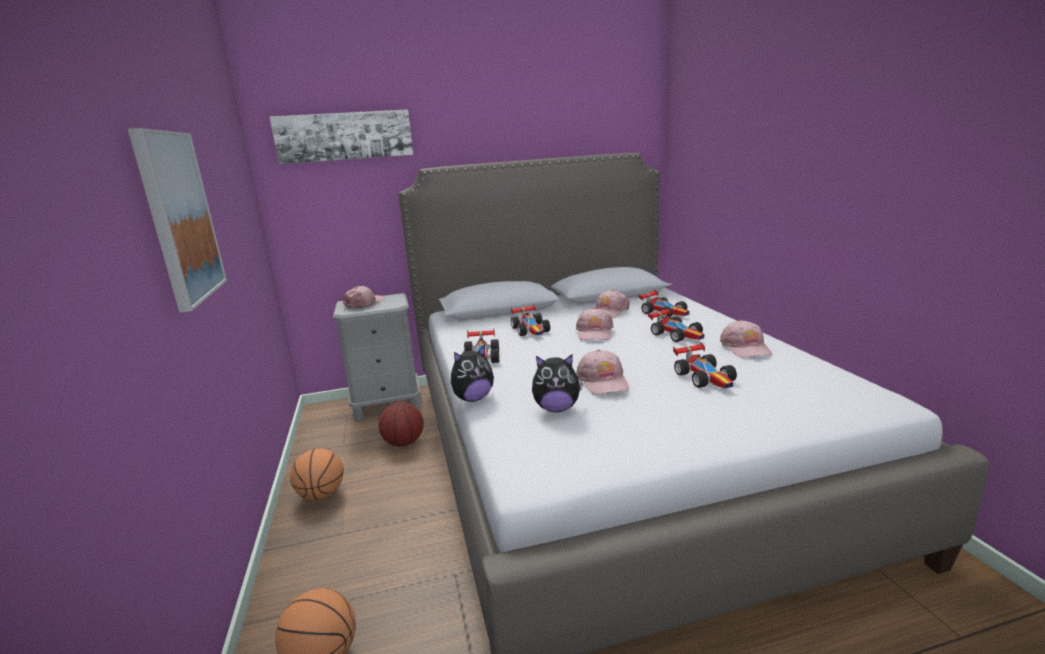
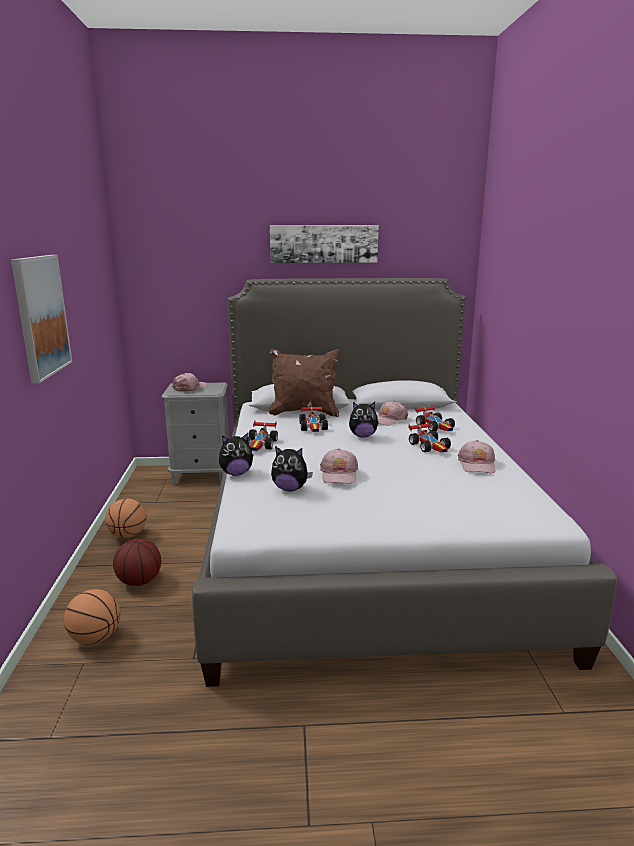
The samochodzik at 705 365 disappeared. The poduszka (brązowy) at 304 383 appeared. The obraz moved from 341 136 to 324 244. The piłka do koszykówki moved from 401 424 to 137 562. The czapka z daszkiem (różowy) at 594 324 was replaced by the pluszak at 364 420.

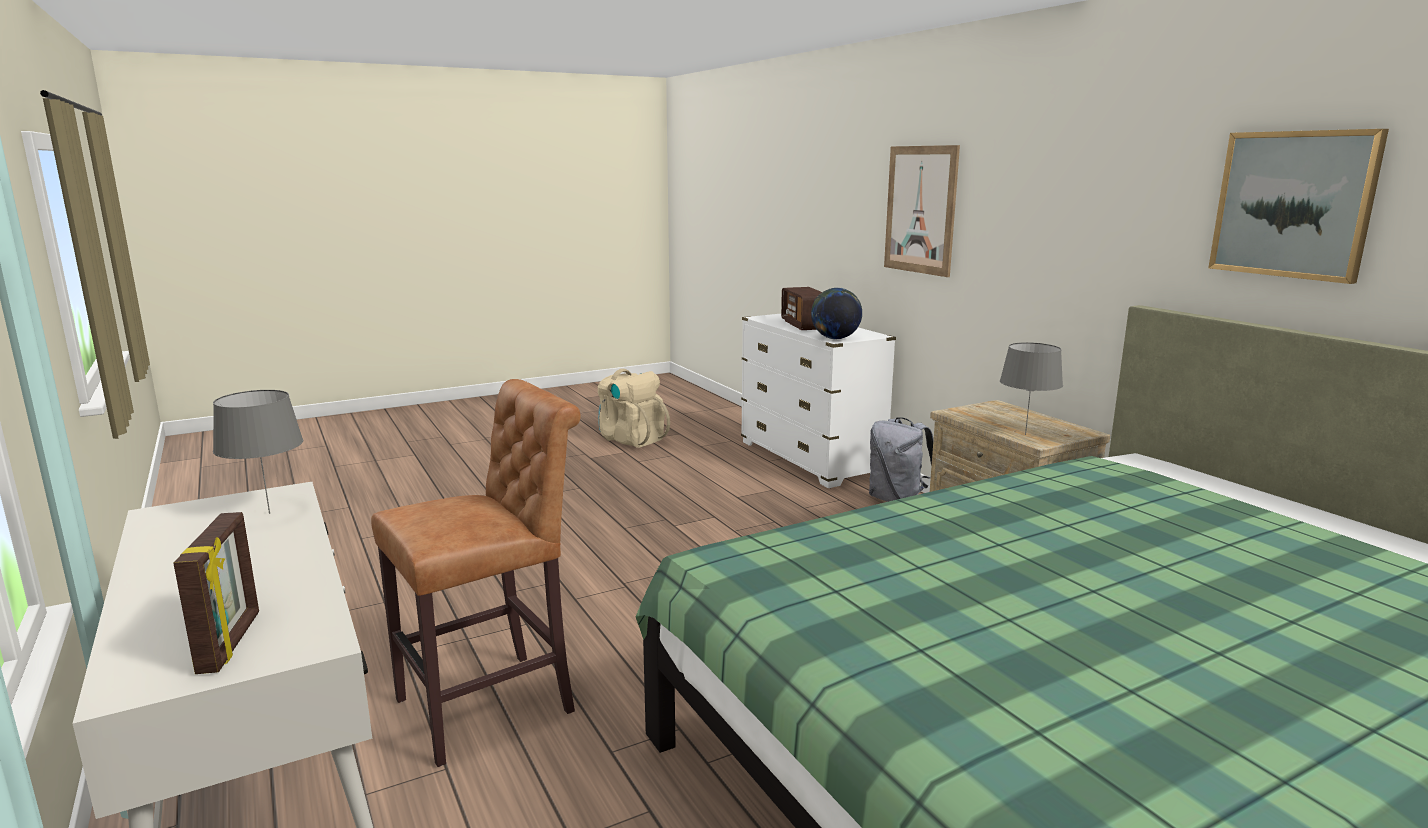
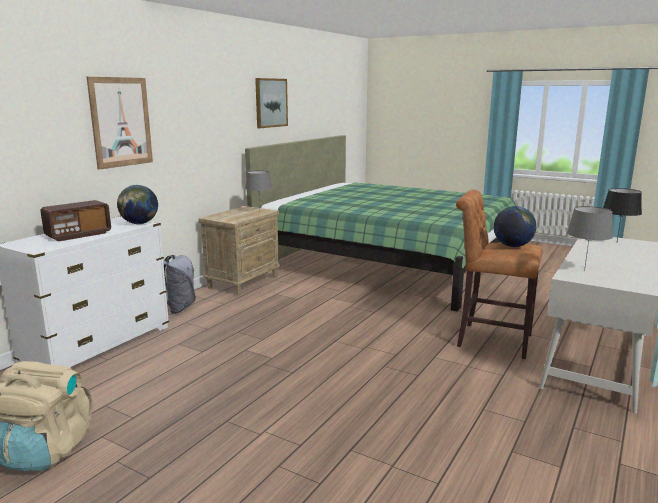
The globus at 515 226 appeared. The ramka na zdjęcie at 216 593 was replaced by the lampa stołowa (czarny) at 622 214.

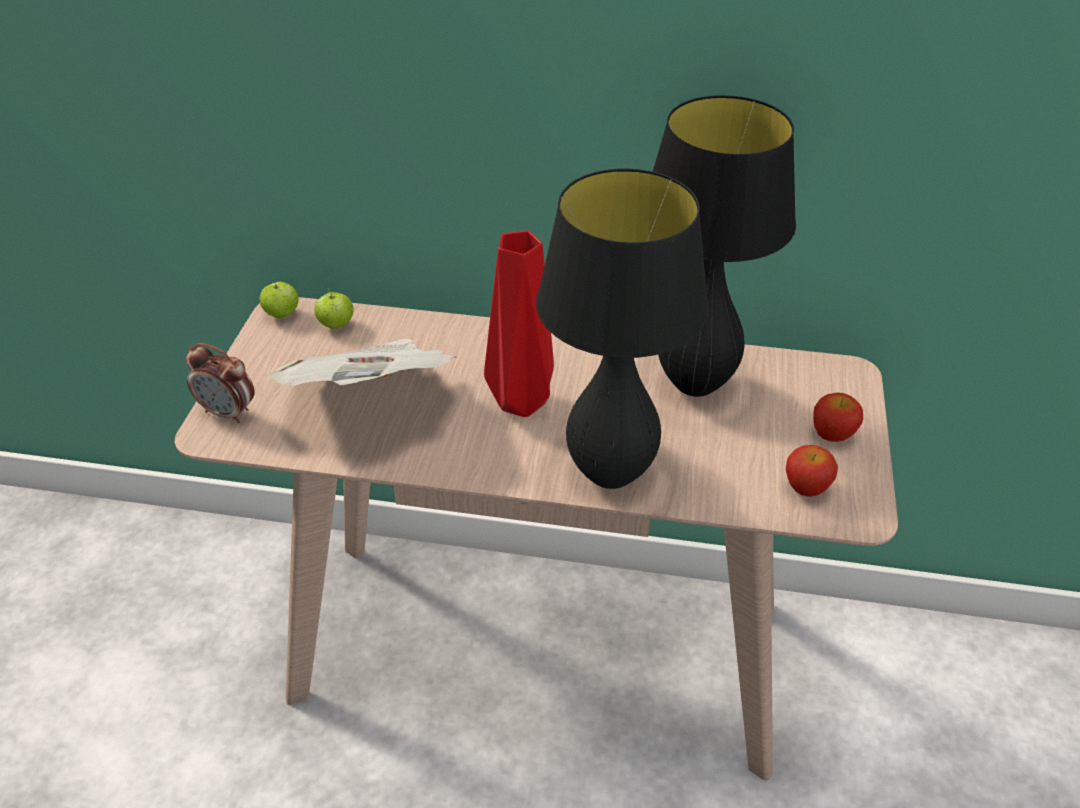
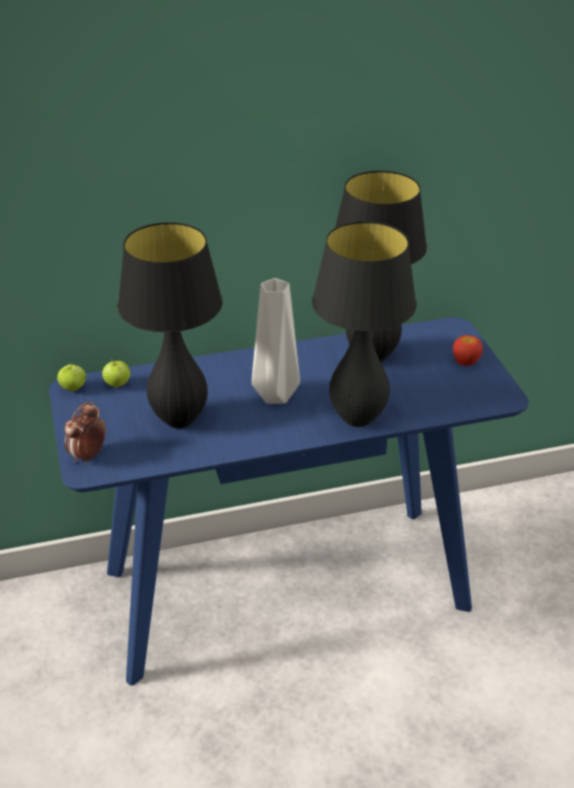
The jabłko at 812 471 disappeared. The gazeta at 363 362 was replaced by the lampa stołowa (czarny) at 170 325. The stolik konsolowy (beżowy) at 536 539 became the stolik konsolowy (niebieski) at 289 501. The wazon (czerwony) at 519 324 became the wazon (szary) at 276 341. The budzik at 220 383 turned 120 degrees clockwise.

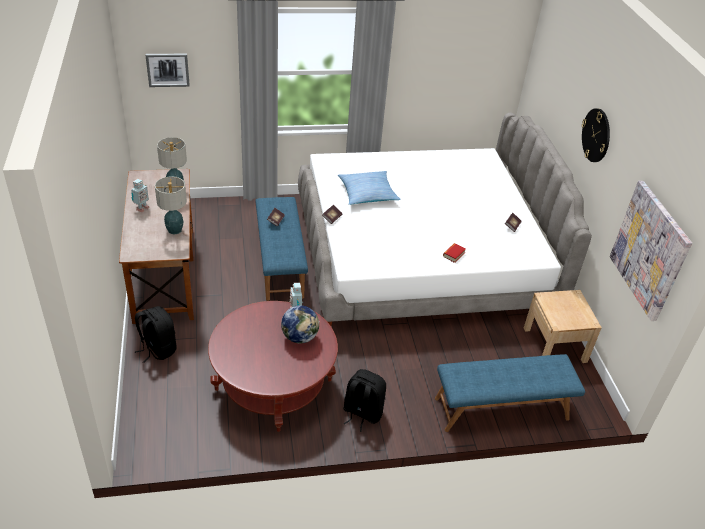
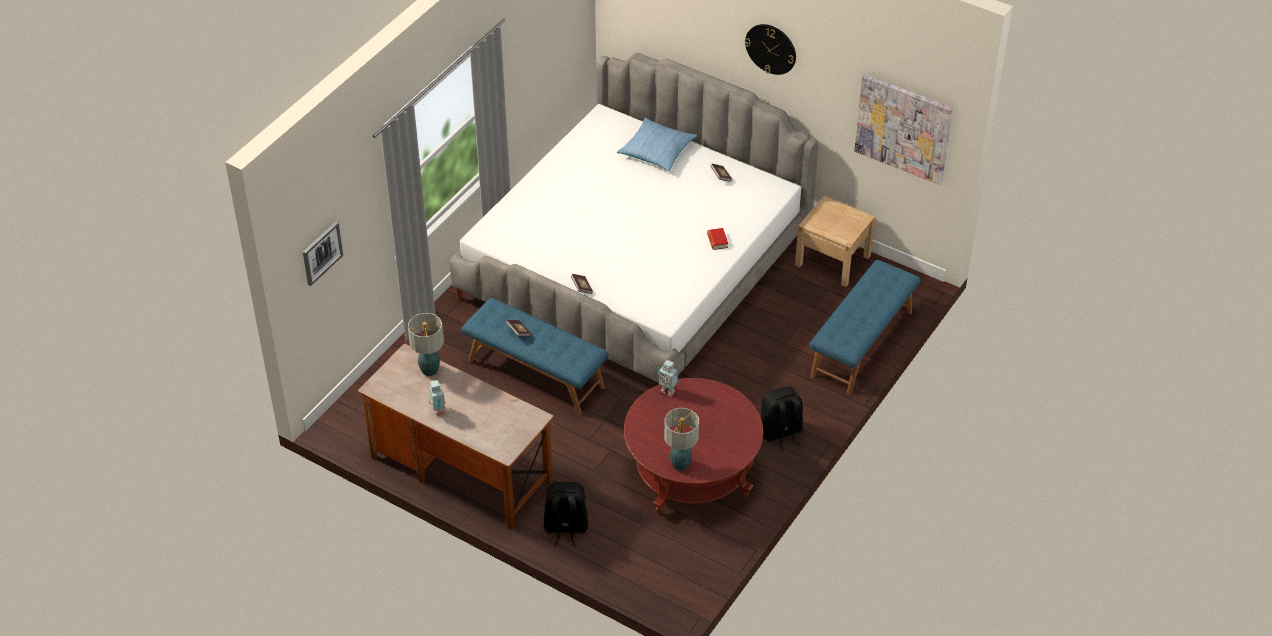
The globus at 300 324 disappeared. The lampa stołowa moved from 171 205 to 681 439. The poduszka moved from 369 188 to 657 144.

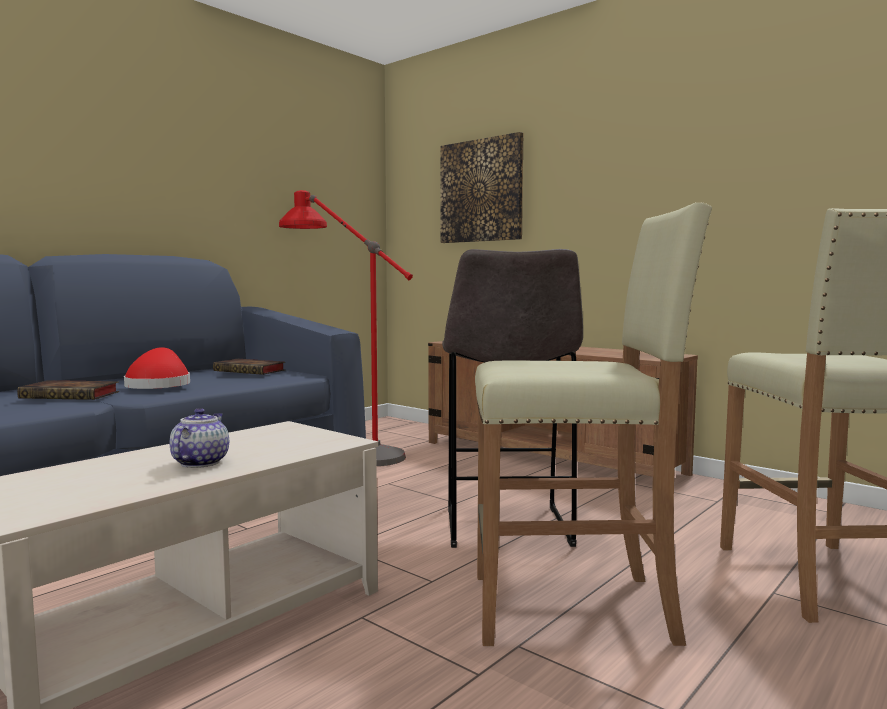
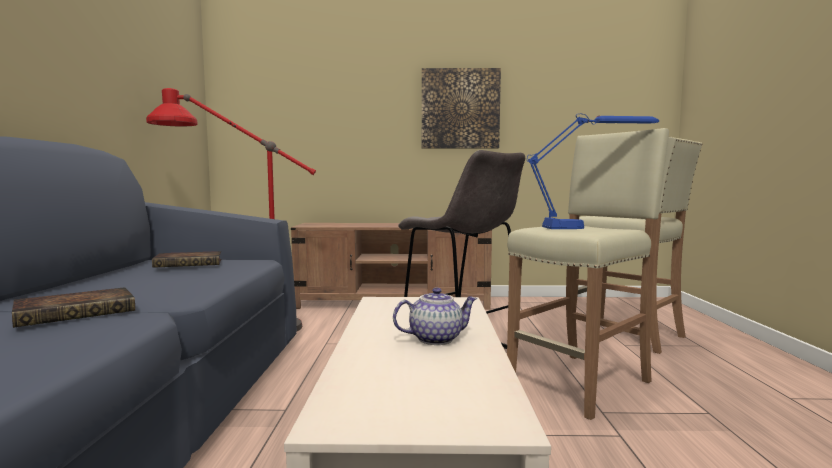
The kapelusz (czerwony) at 157 368 disappeared. The lampa stołowa (niebieski) at 593 171 appeared. The obraz moved from 481 187 to 461 108. The imbryk at 199 438 turned 105 degrees clockwise.

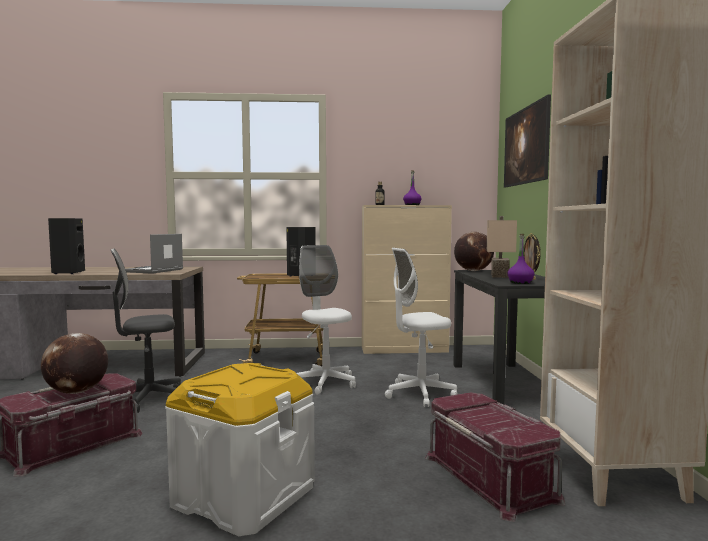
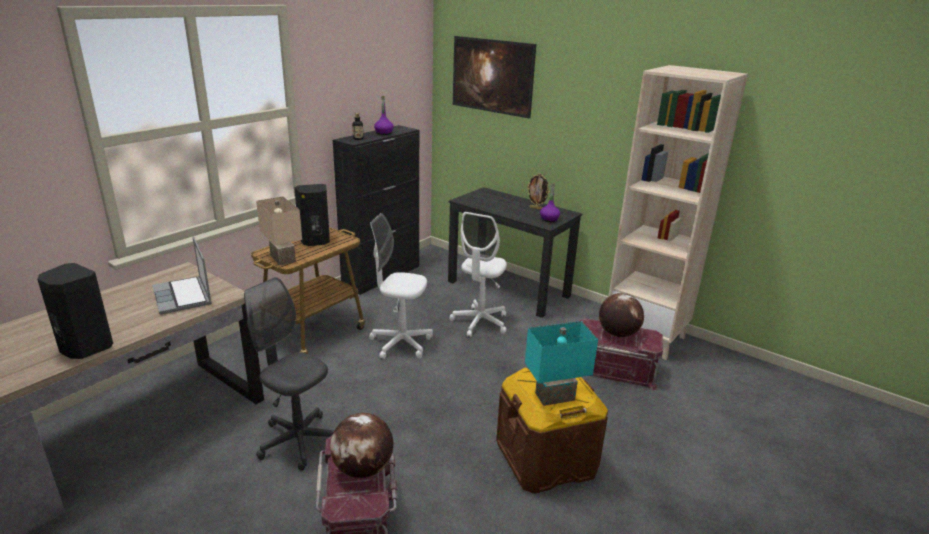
The lampa stołowa (turkusowy) at 561 363 appeared. The globus moved from 474 251 to 621 315. The lampa stołowa (beżowy) moved from 502 247 to 279 230. The pojemnik do przechowywania (biały) at 240 449 became the pojemnik do przechowywania (brązowy) at 552 431. The szafka (beżowy) at 407 279 became the szafka (czarny) at 376 210. The krzesło biurowe (szary) at 146 330 turned 105 degrees clockwise.

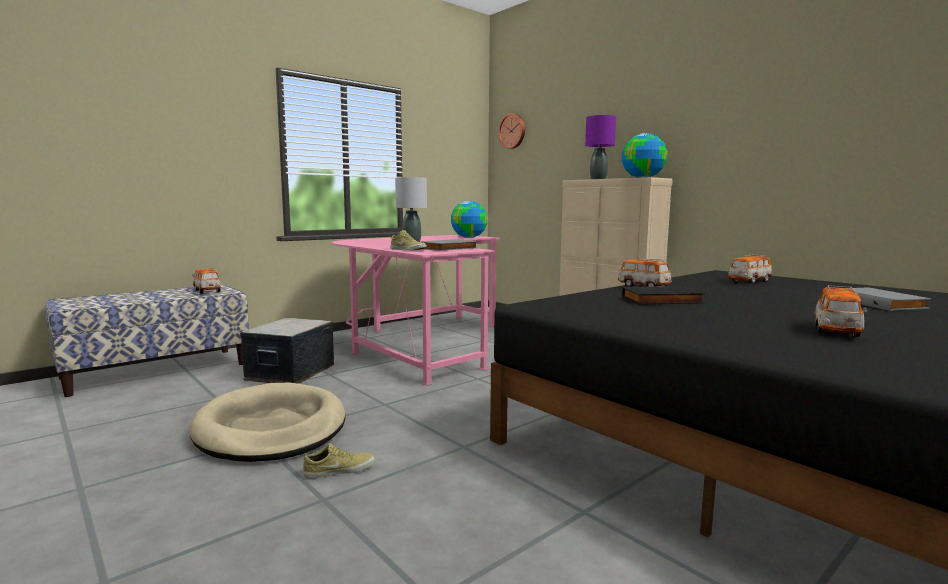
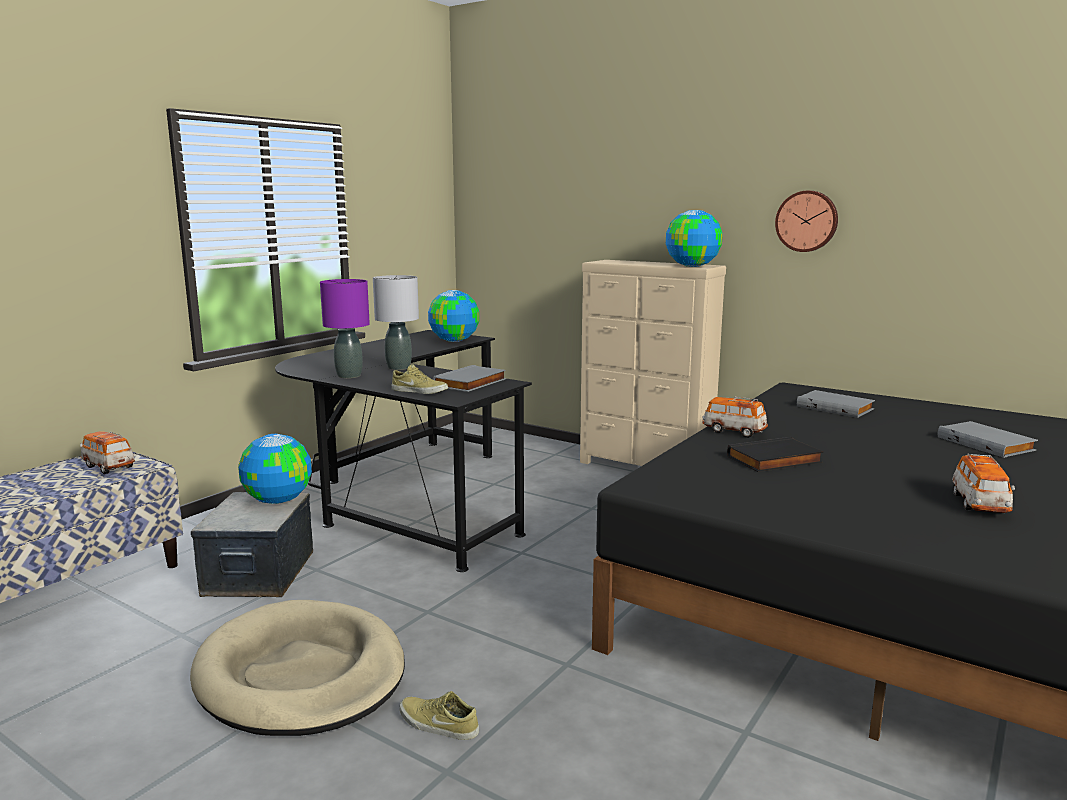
The globus at 275 469 appeared. The zegar ścienny moved from 511 131 to 806 221. The lampa stołowa (fioletowy) moved from 600 147 to 345 328. The samochodzik at 750 269 was replaced by the książka (szary) at 836 404. The biurko (różowy) at 416 310 became the biurko (czarny) at 403 451. The but (beżowy) at 339 461 turned 120 degrees counterclockwise.

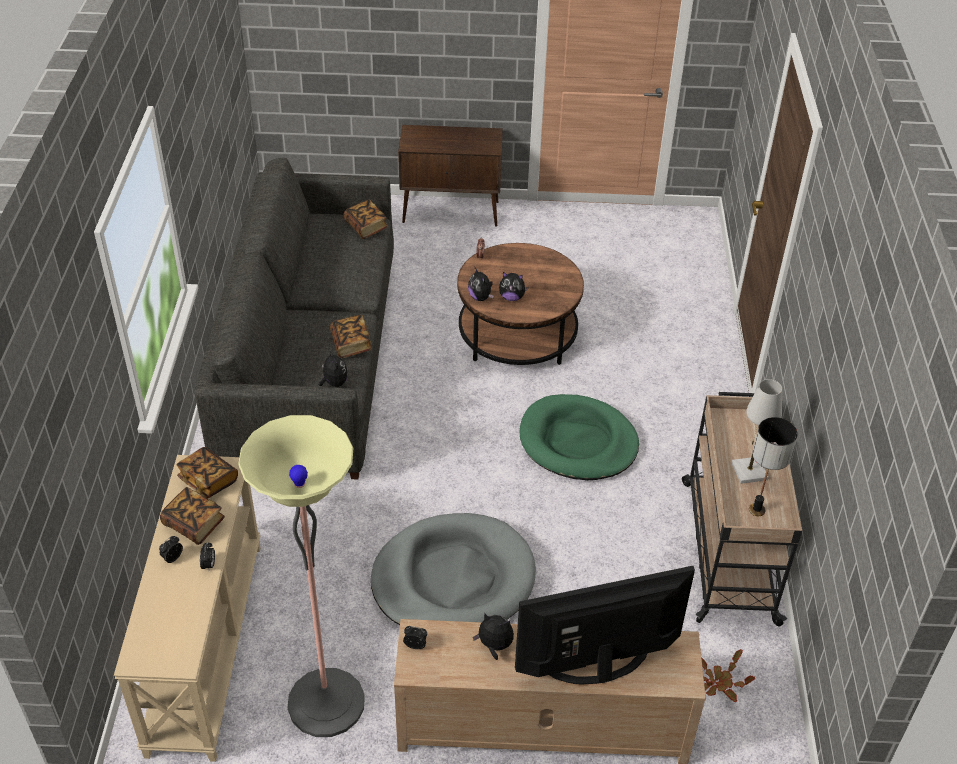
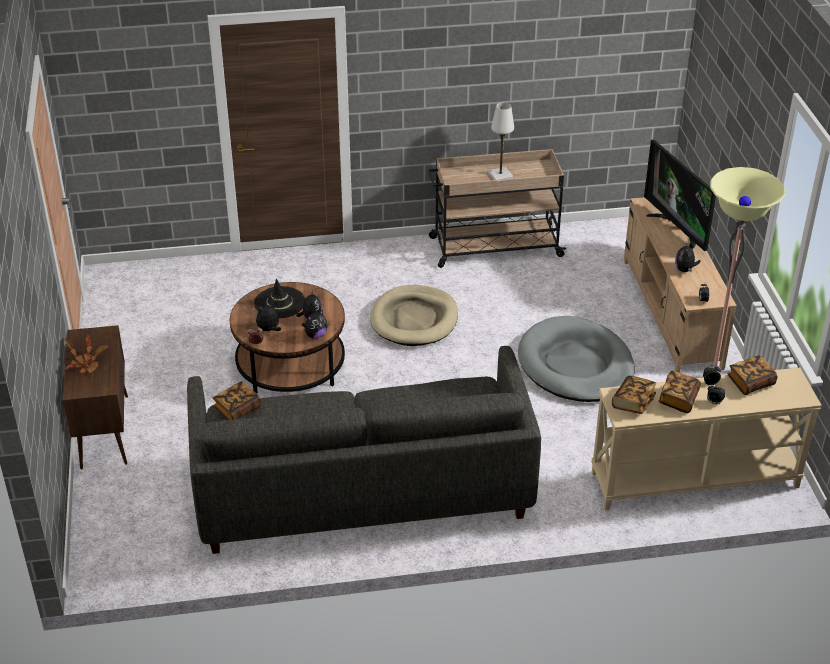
The lampa stołowa at 773 466 disappeared. The kapelusz (czarny) at 279 298 appeared. The pluszak moved from 333 368 to 268 316. The książka moved from 351 336 to 752 375. The roślina doniczkowa moved from 728 675 to 86 354. The legowisko (zielony) at 579 437 became the legowisko (beżowy) at 414 315.

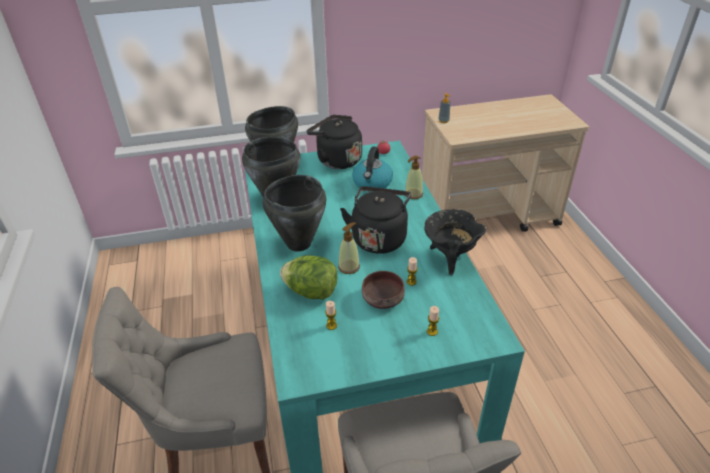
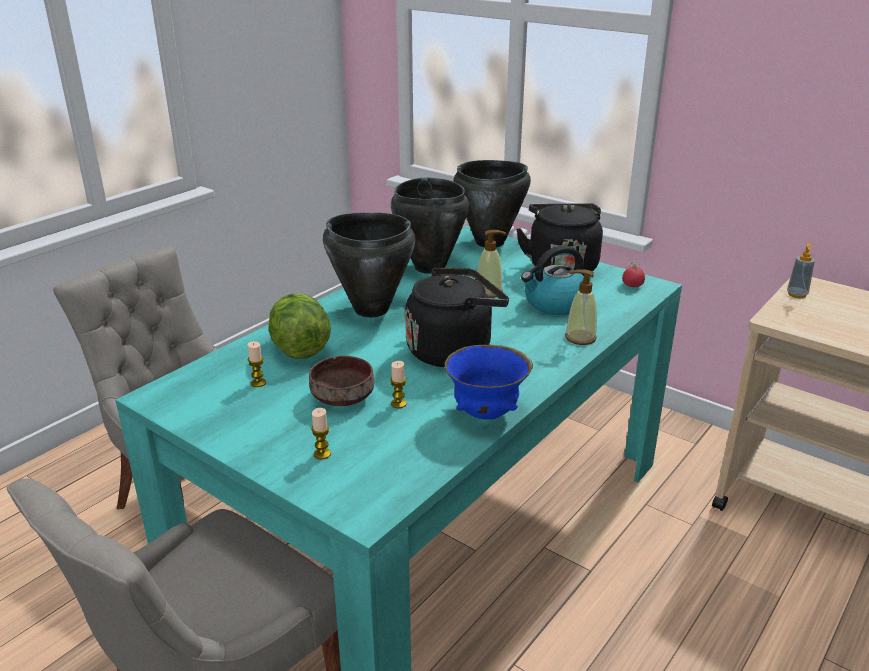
The dozownik mydła moved from 349 248 to 491 264. The garnek (czarny) at 455 242 was replaced by the miska (niebieski) at 488 382.

